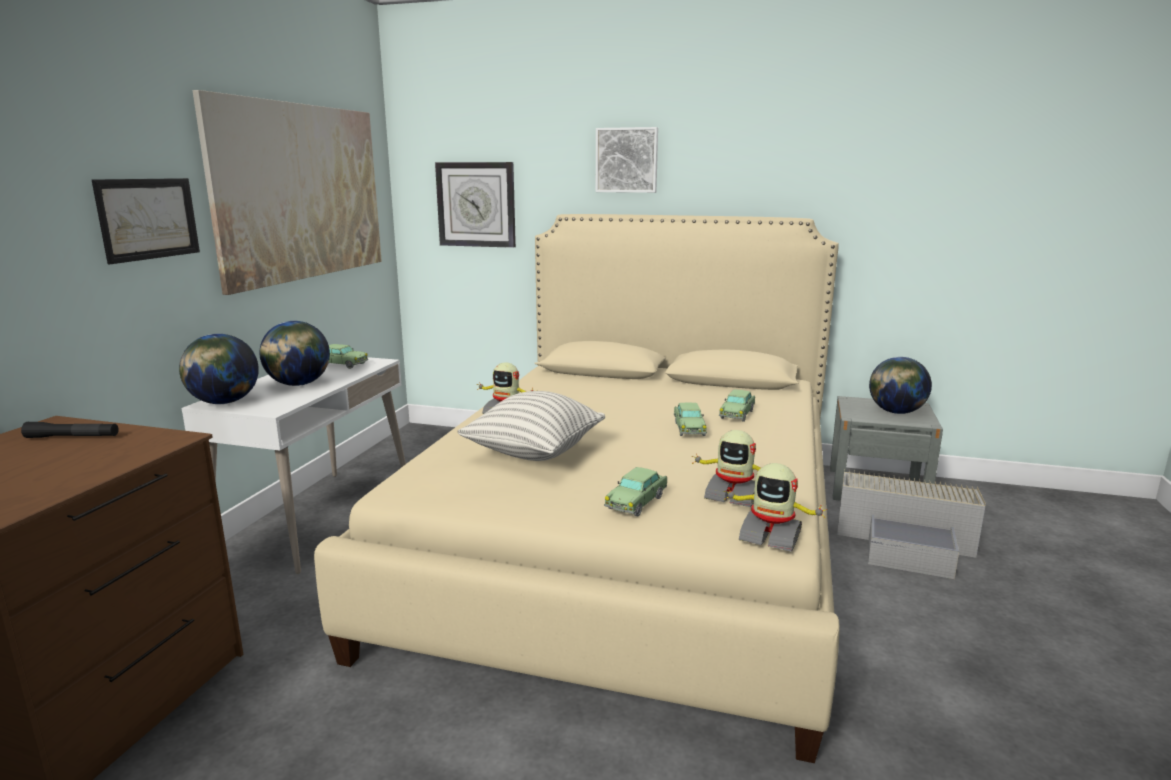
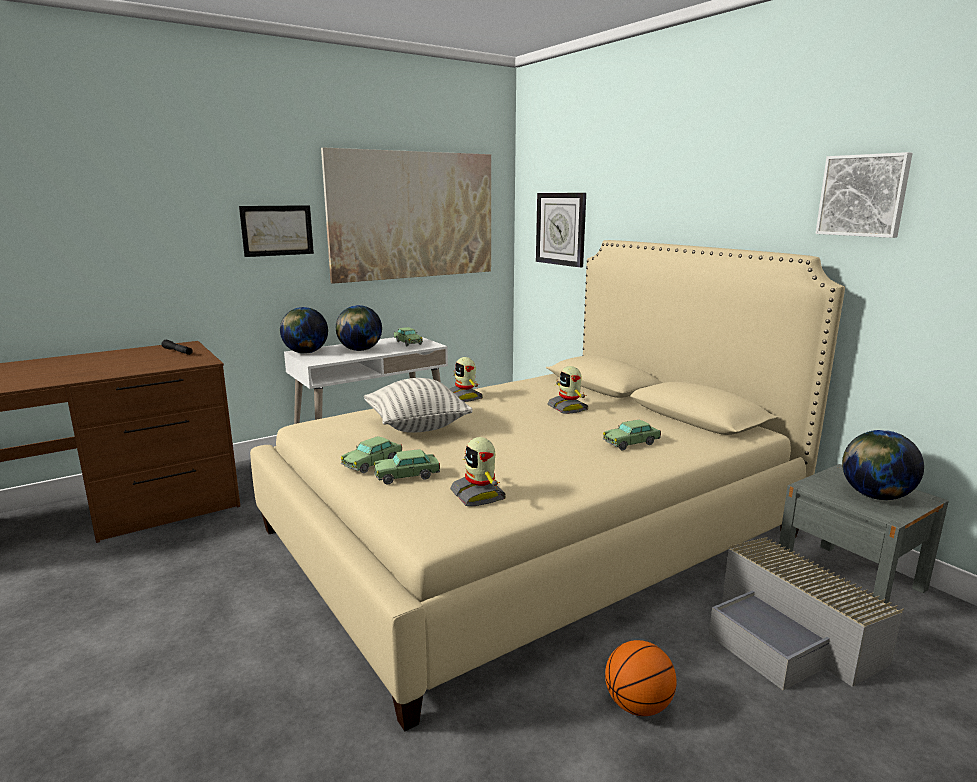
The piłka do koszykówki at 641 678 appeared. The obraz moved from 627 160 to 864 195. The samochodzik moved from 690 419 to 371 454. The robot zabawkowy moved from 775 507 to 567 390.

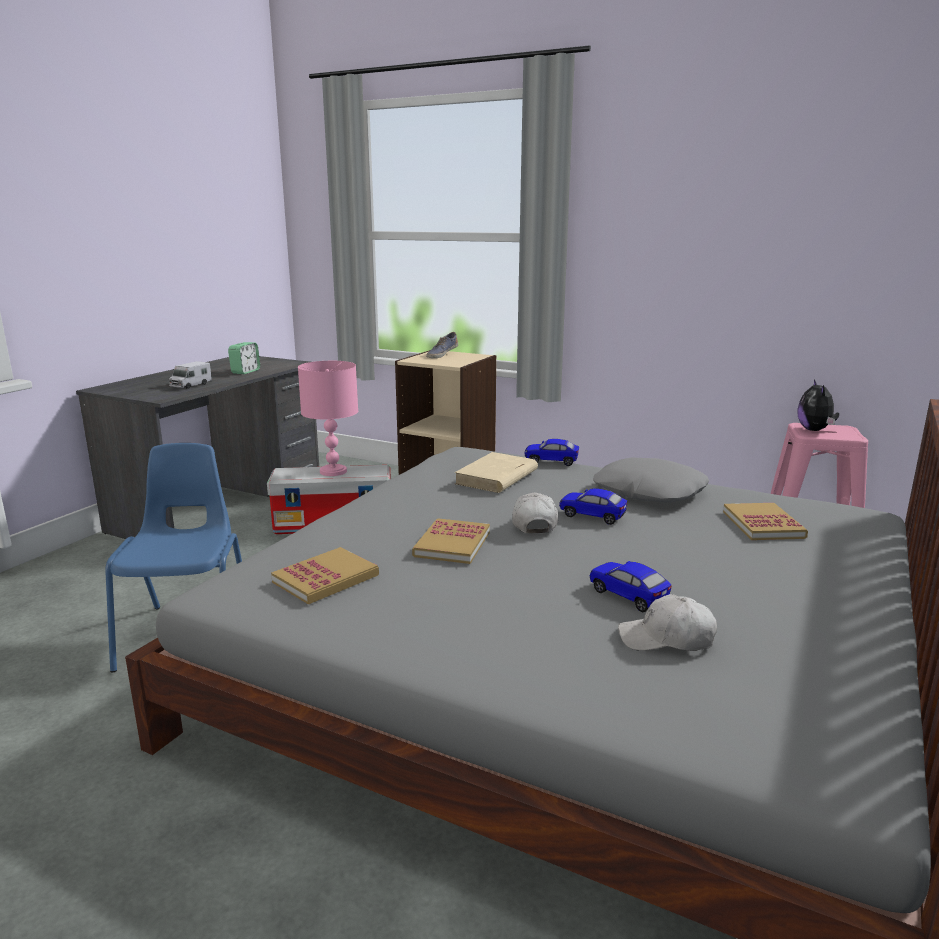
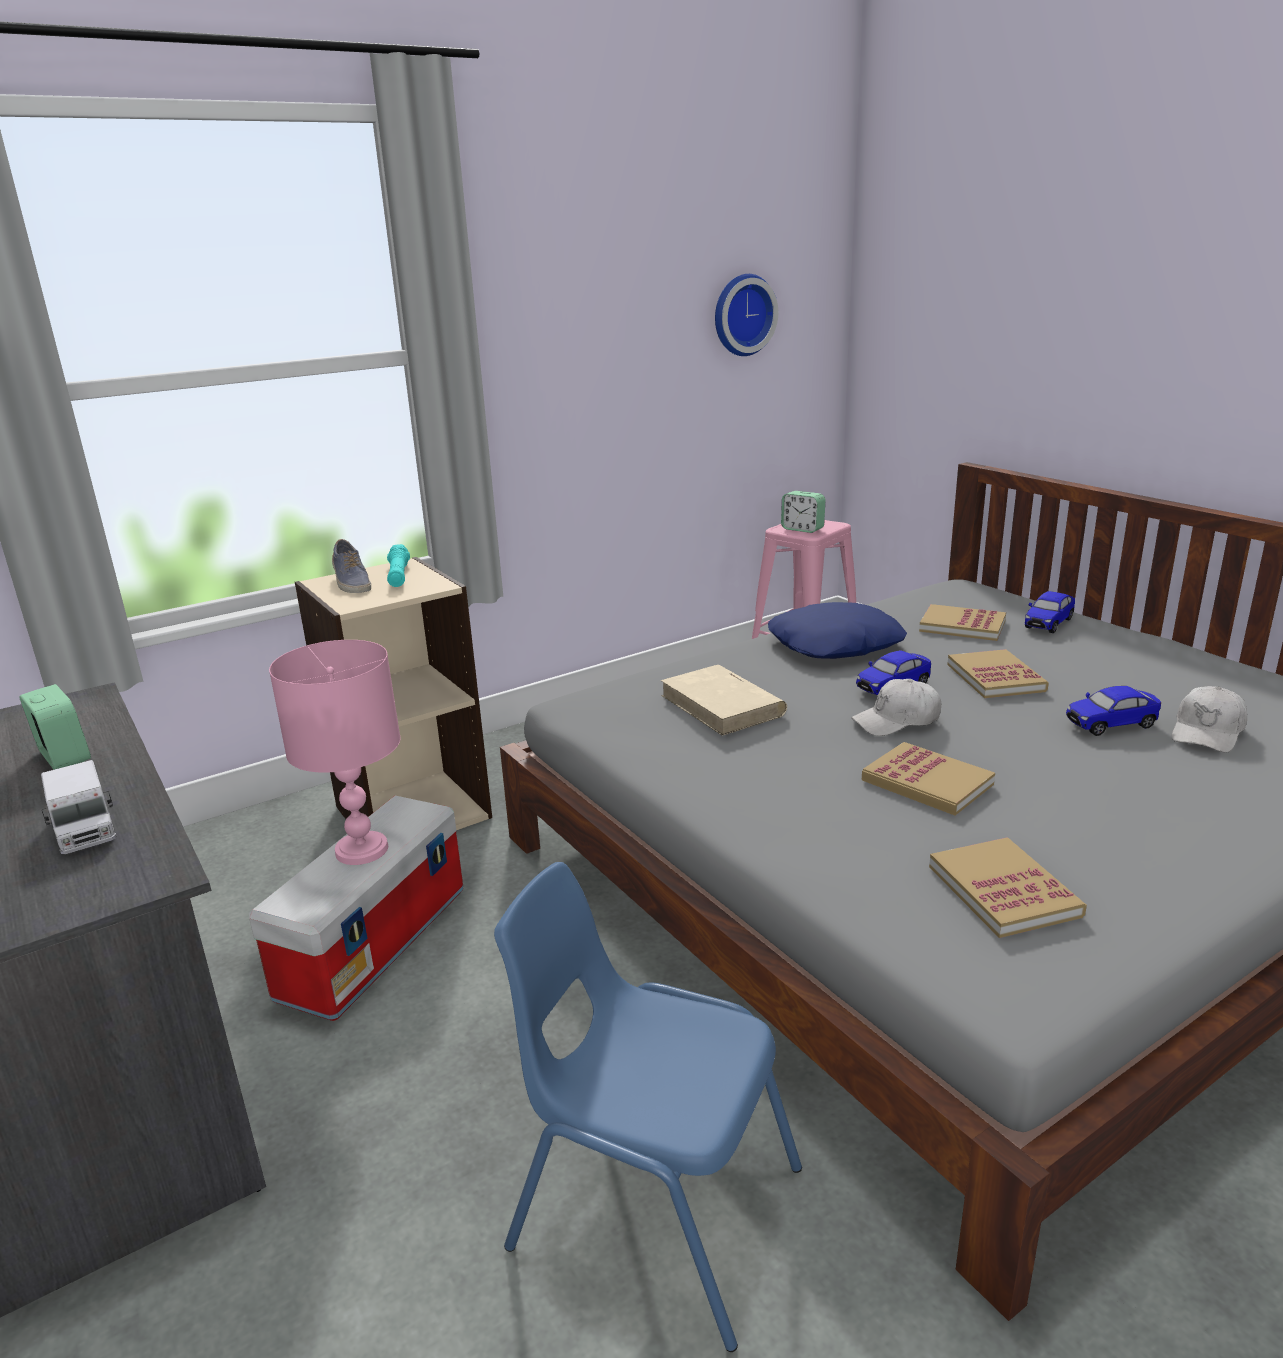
The latarka (turkusowy) at 398 565 appeared. The zegar ścienny at 746 315 appeared. The książka at 998 673 appeared. The samochodzik moved from 552 452 to 1050 612. The pluszak at 818 405 was replaced by the budzik at 803 512. The poduszka (szary) at 651 480 became the poduszka (niebieski) at 837 630. The czapka z daszkiem (biały) at 535 513 turned 45 degrees counterclockwise.

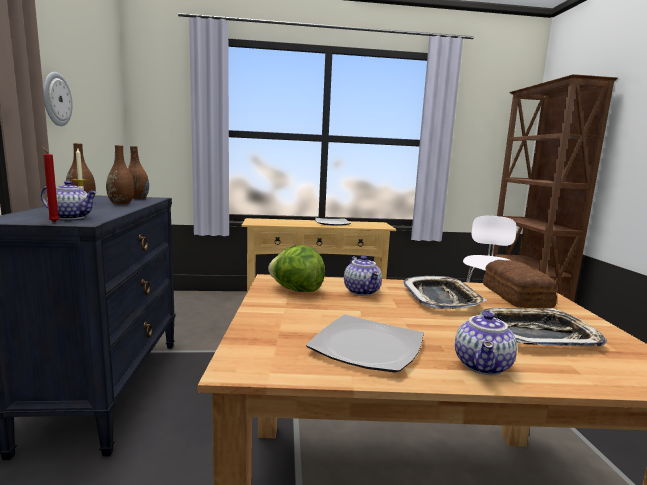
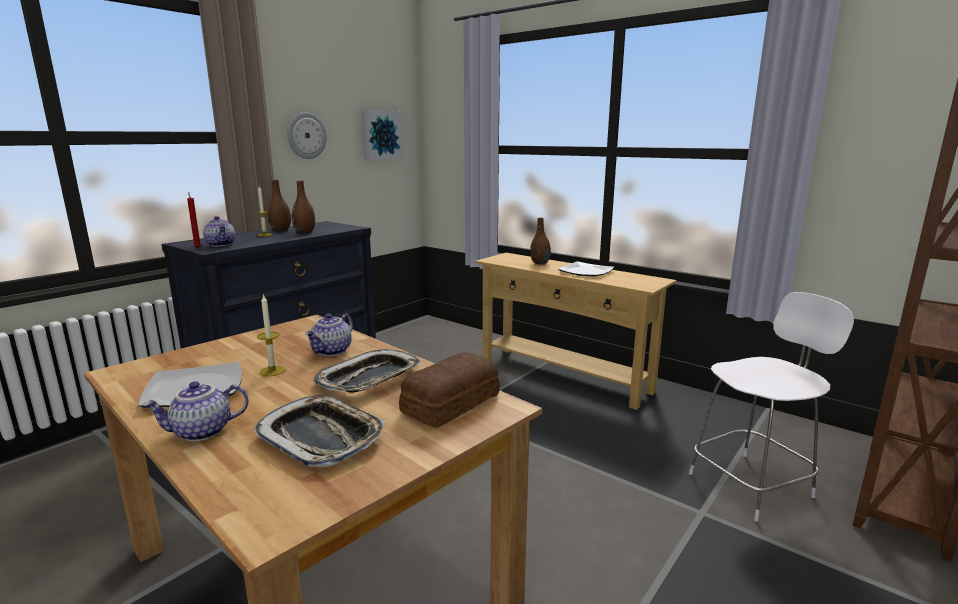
The sałata at 296 268 disappeared. The świeca at 271 335 appeared. The obraz at 382 135 appeared. The wazon (brązowy) moved from 138 172 to 540 241.

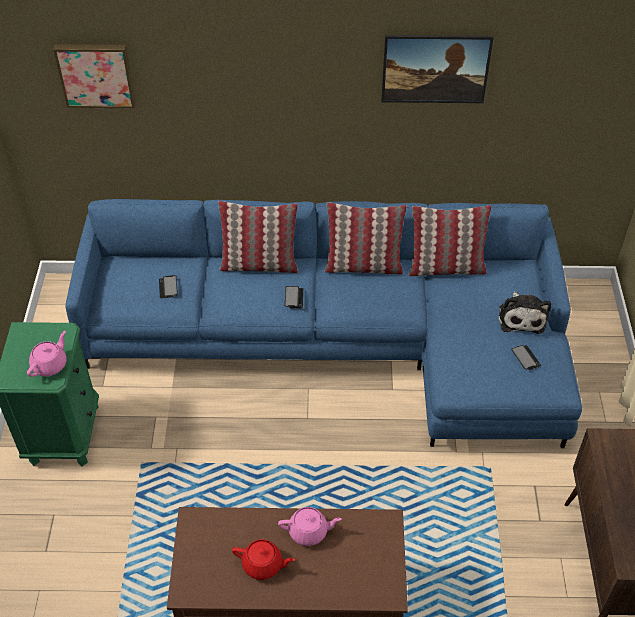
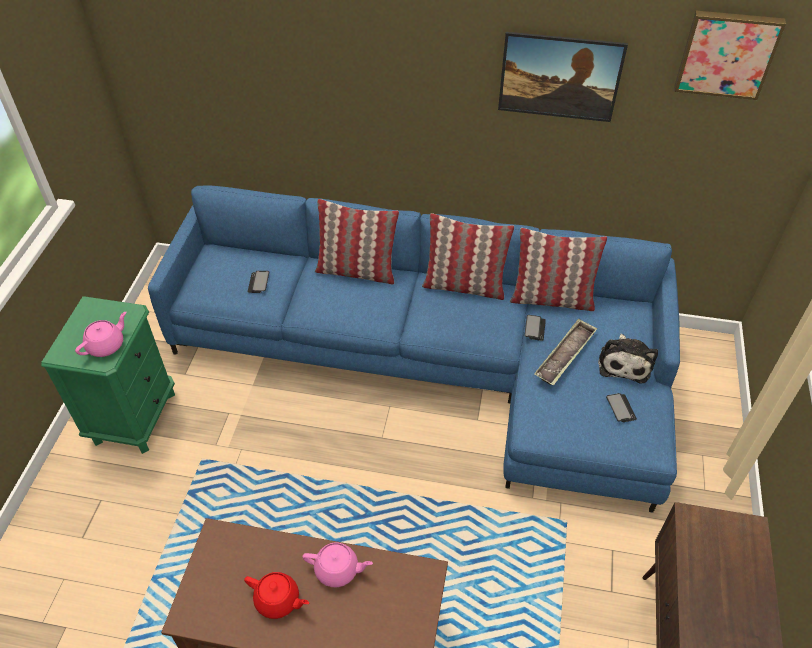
The taca at 565 352 appeared. The obraz moved from 94 76 to 730 55. The telefon moved from 294 297 to 535 328.

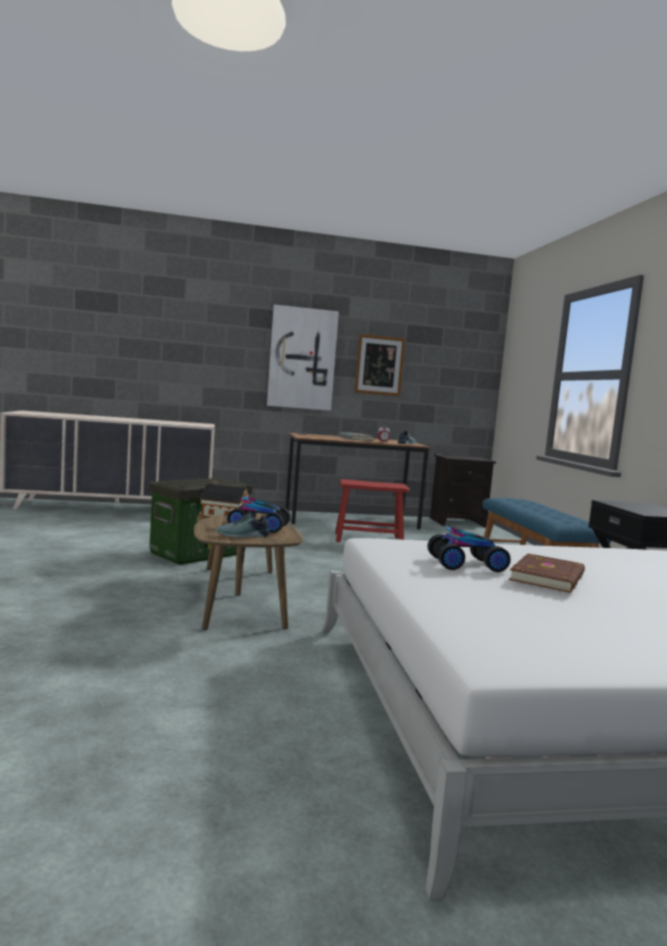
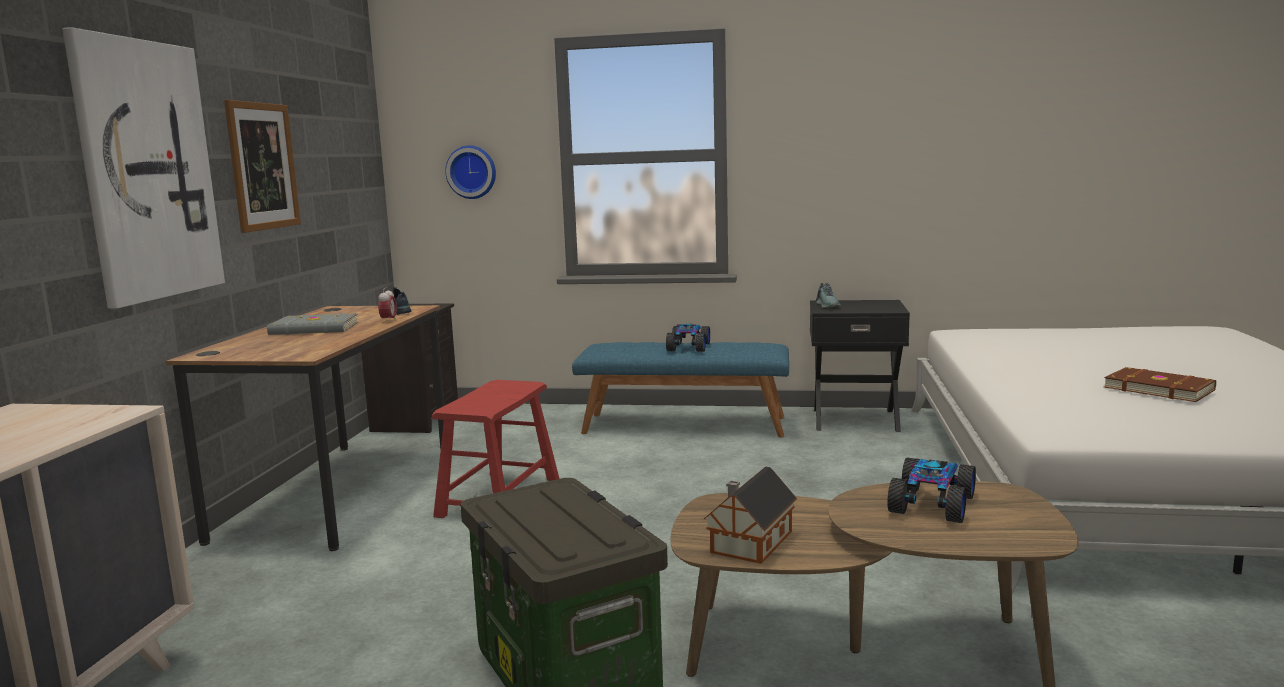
The zegar ścienny at 470 172 appeared. The but moved from 243 524 to 828 295. The samochodzik moved from 469 549 to 688 338.

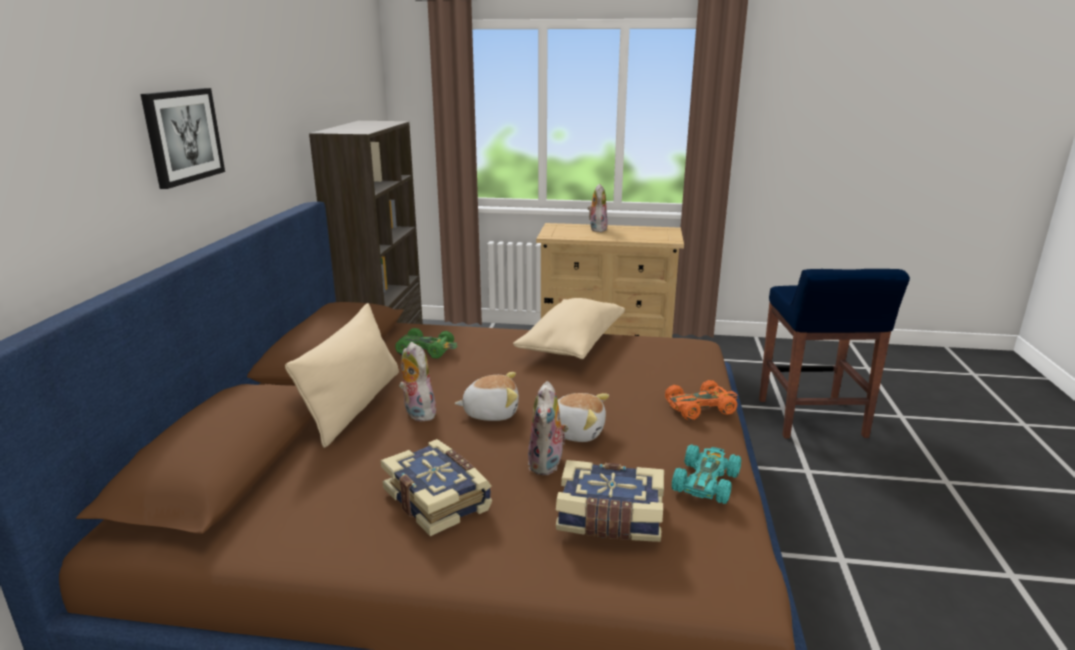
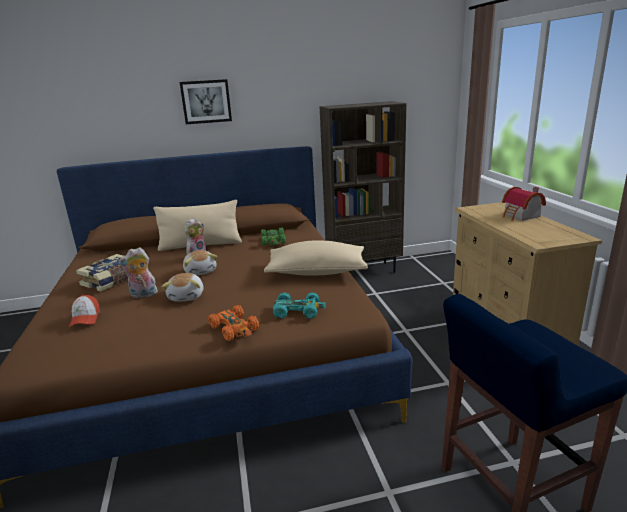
The samochodzik (turkusowy) moved from 706 474 to 299 305. The książka at 610 501 was replaced by the czapka z daszkiem at 84 311. The pluszak at 598 208 was replaced by the domek at 524 204.

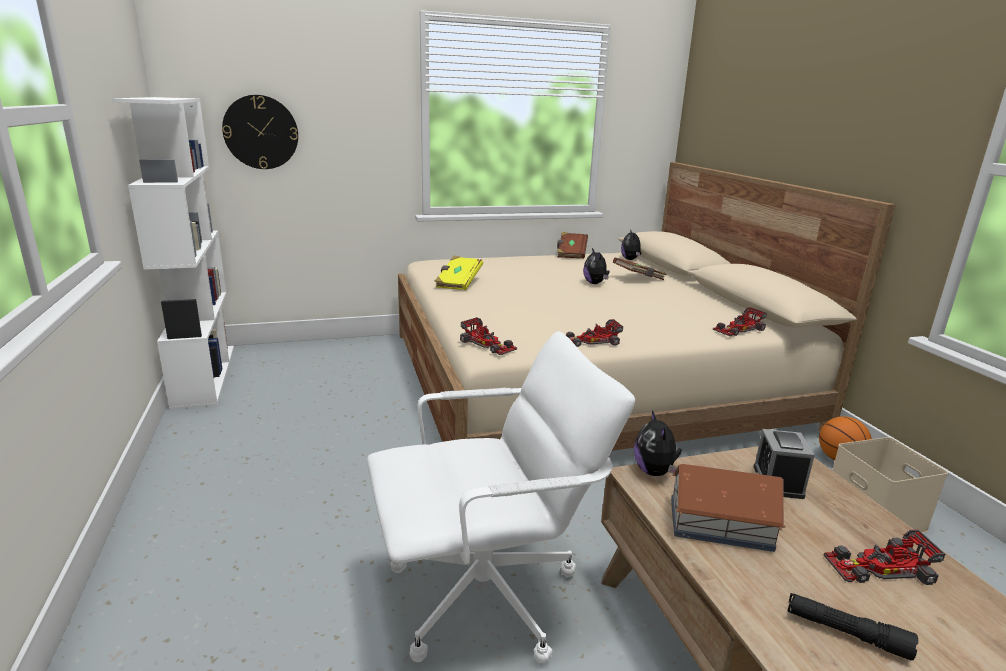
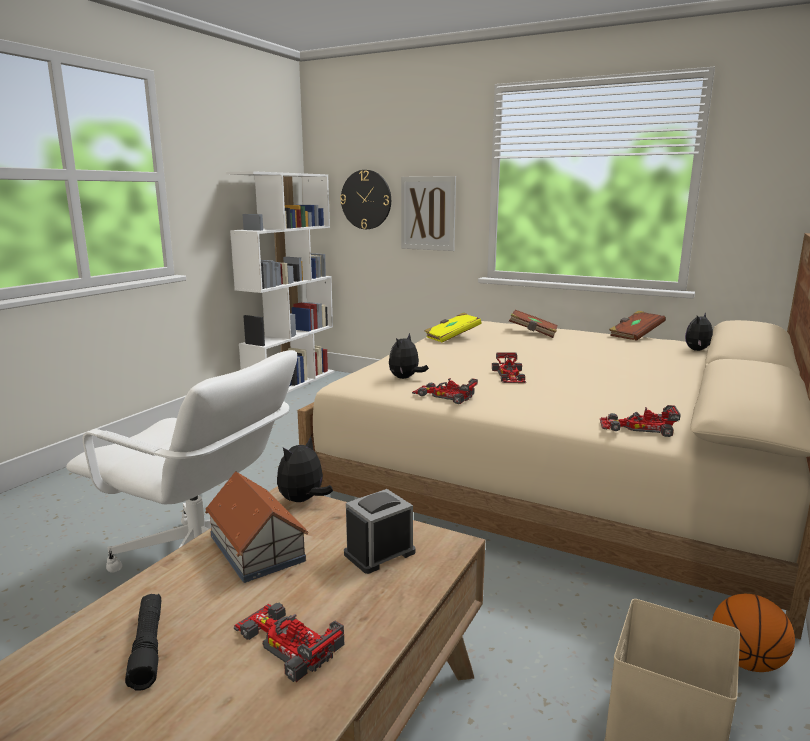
The obraz at 428 213 appeared. The samochodzik moved from 488 336 to 509 367. The pluszak moved from 596 266 to 409 356. The książka (brązowy) moved from 640 268 to 533 324.

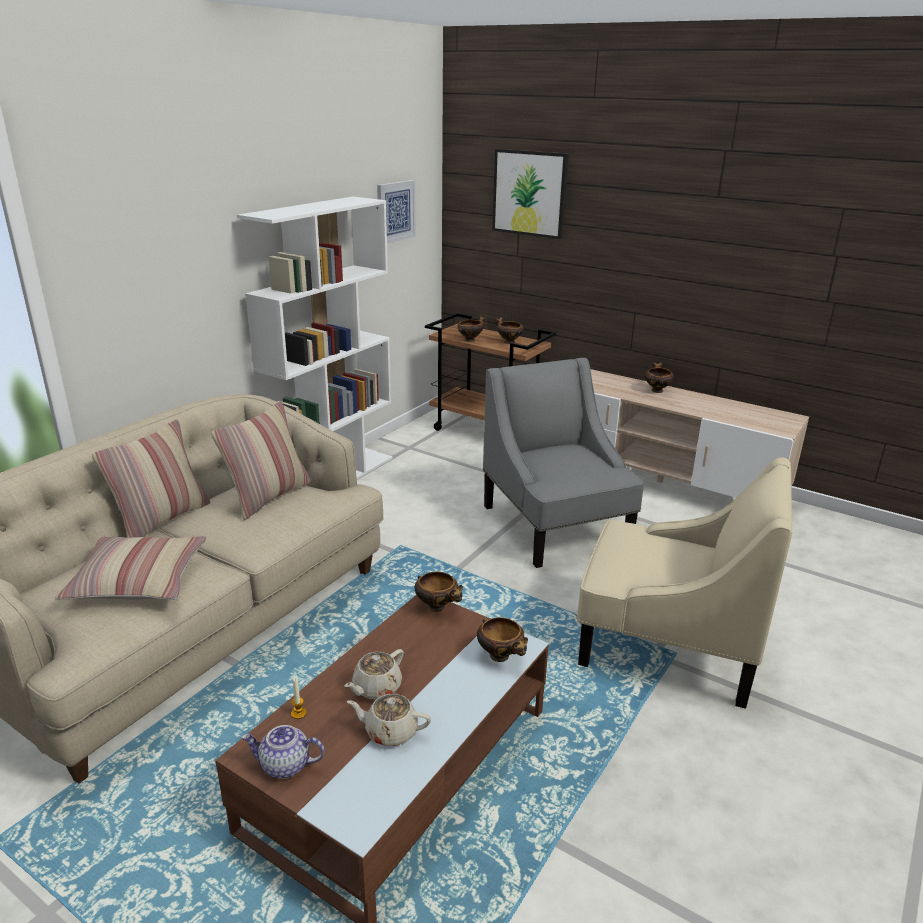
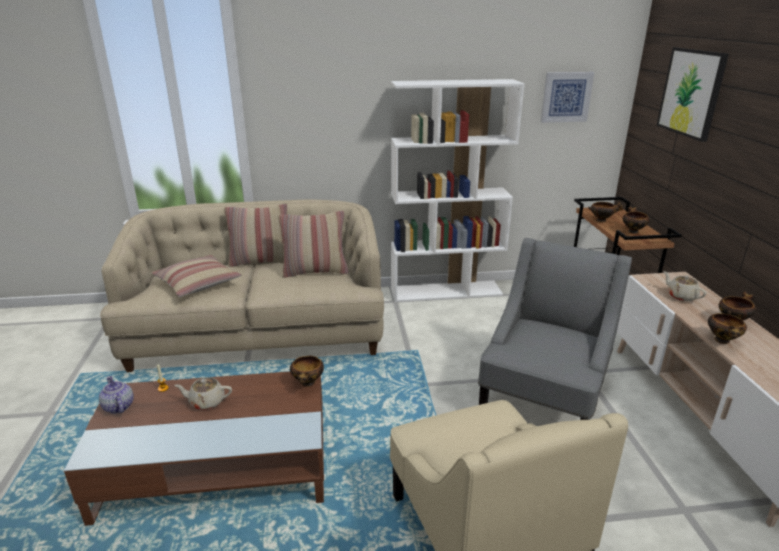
The imbryk (beżowy) moved from 389 720 to 685 286. The miska moved from 502 639 to 727 328.

